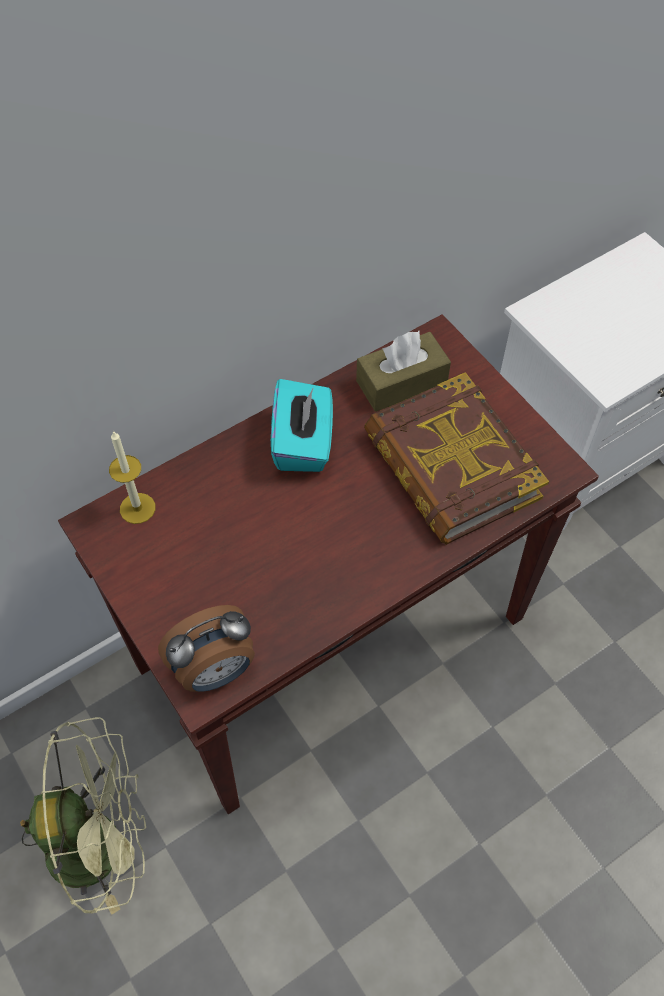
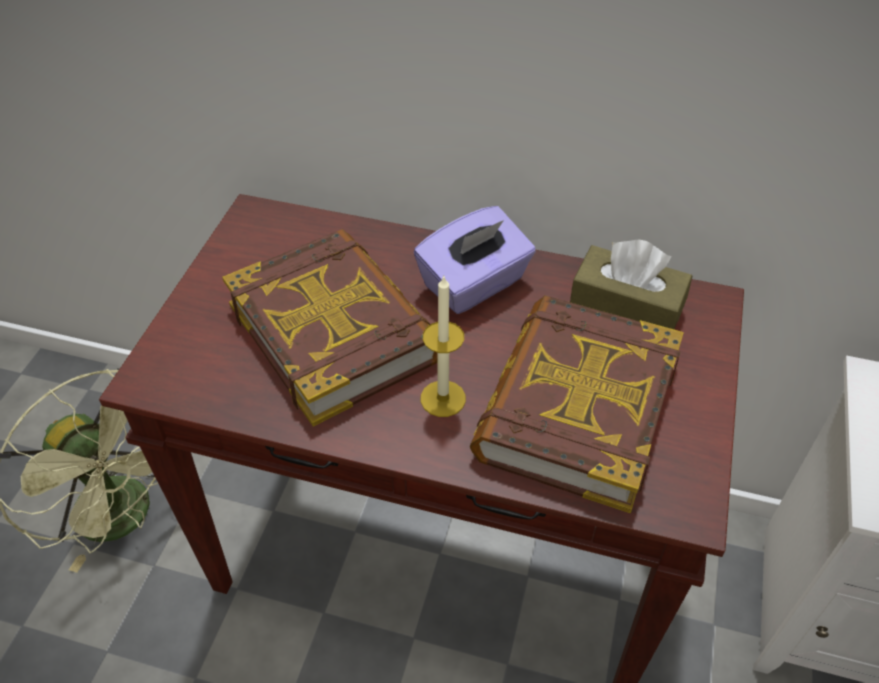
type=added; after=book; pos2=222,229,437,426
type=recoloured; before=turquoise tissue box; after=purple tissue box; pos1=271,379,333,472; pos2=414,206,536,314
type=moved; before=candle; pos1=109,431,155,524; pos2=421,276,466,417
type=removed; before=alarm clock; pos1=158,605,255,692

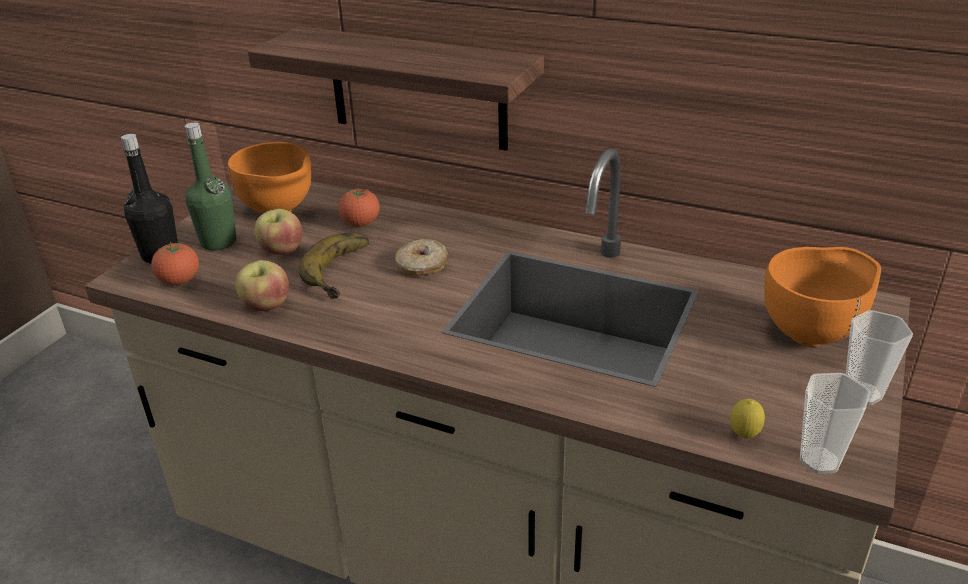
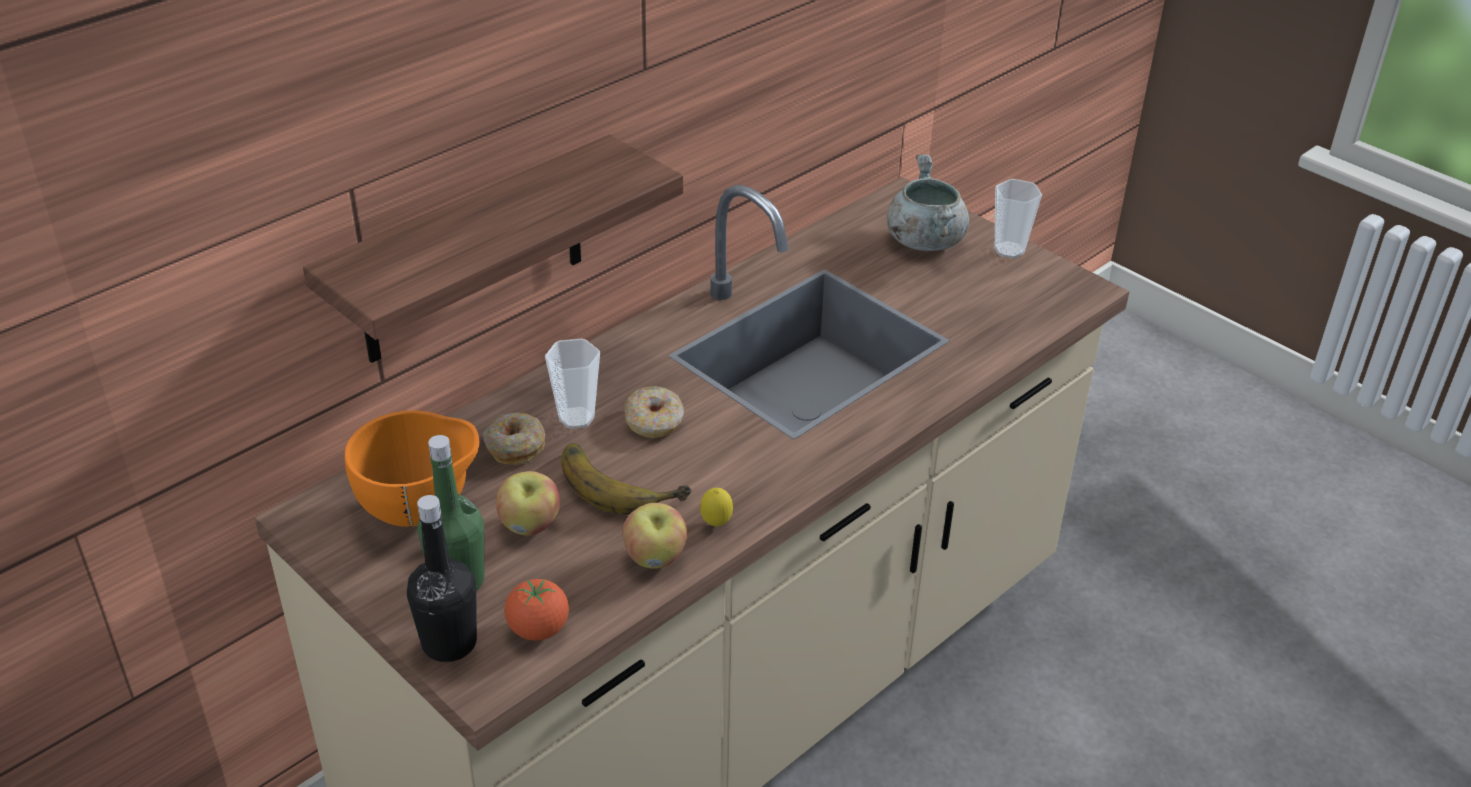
type=replaced; before=tomato; after=donut; pos1=338,188,380,227; pos2=483,413,546,465
type=moved; before=cup; pos1=800,373,870,474; pos2=545,338,600,429
type=moved; before=lemon; pos1=730,399,765,438; pos2=700,488,733,526
type=replaced; before=orange bowl; after=grey cooking pot; pos1=764,247,881,346; pos2=887,155,969,251

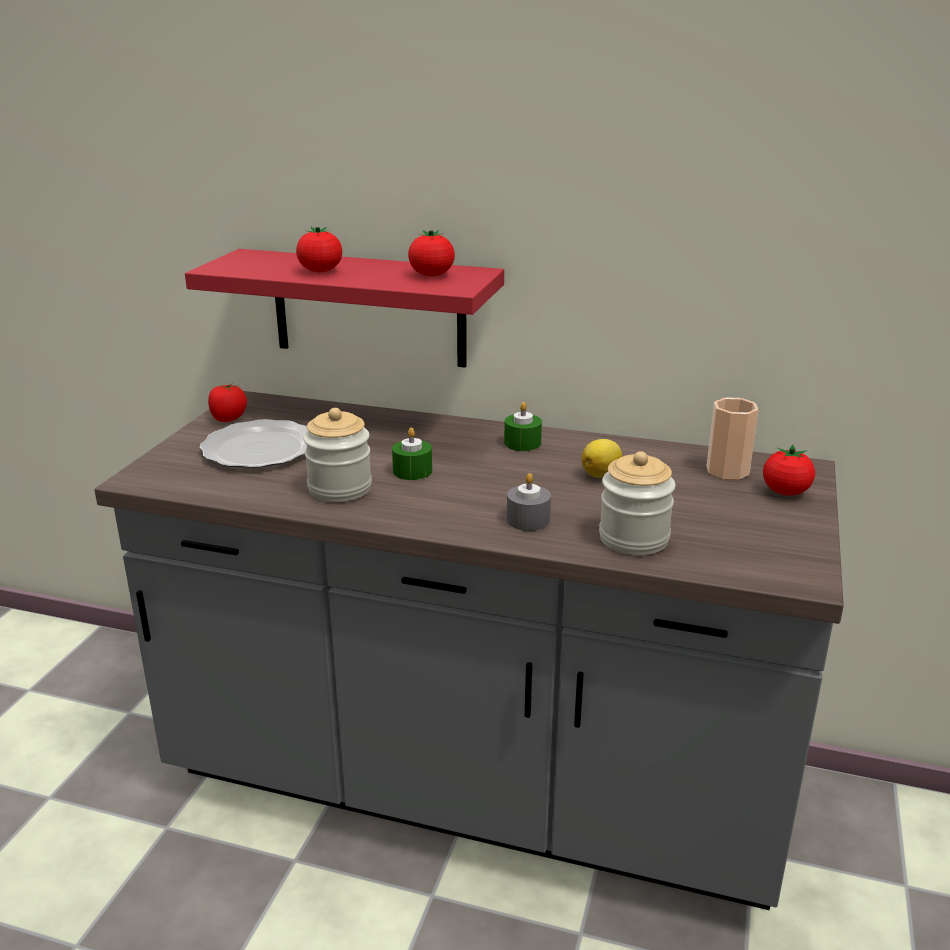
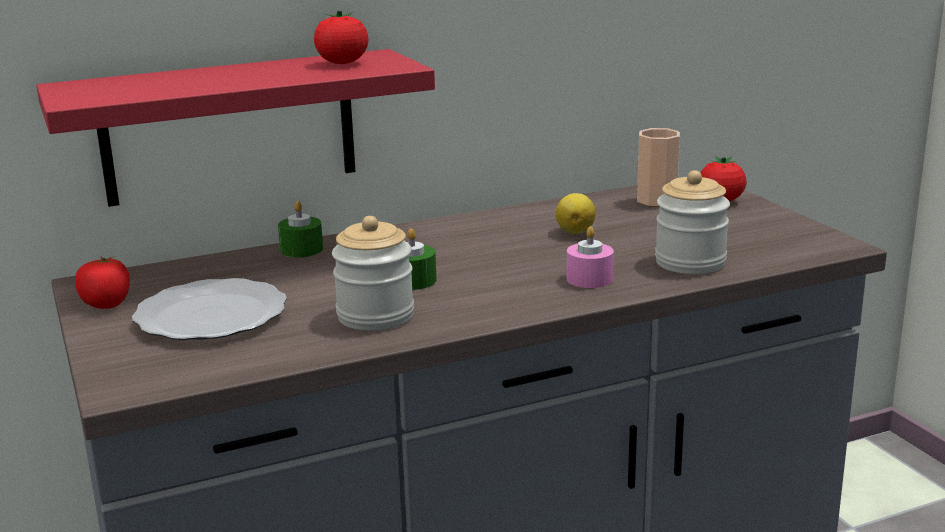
type=moved; before=green candle; pos1=504,402,542,451; pos2=278,201,323,257
type=recoloured; before=grey candle; after=pink candle; pos1=507,473,551,531; pos2=567,226,614,288
type=removed; before=tomato; pos1=296,227,342,272

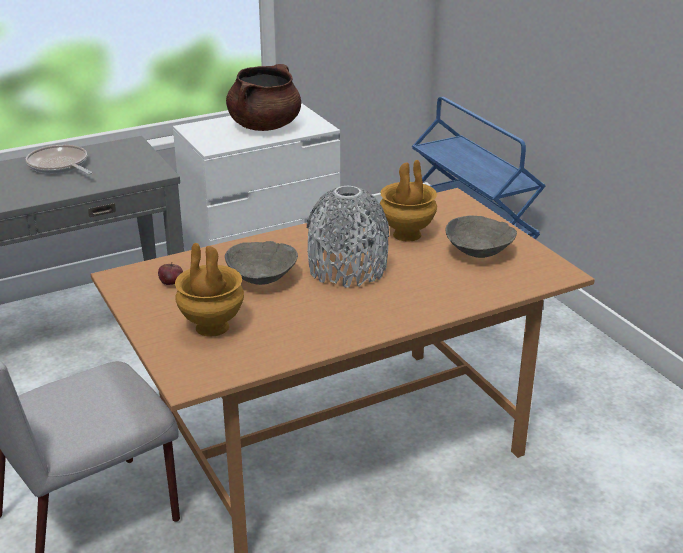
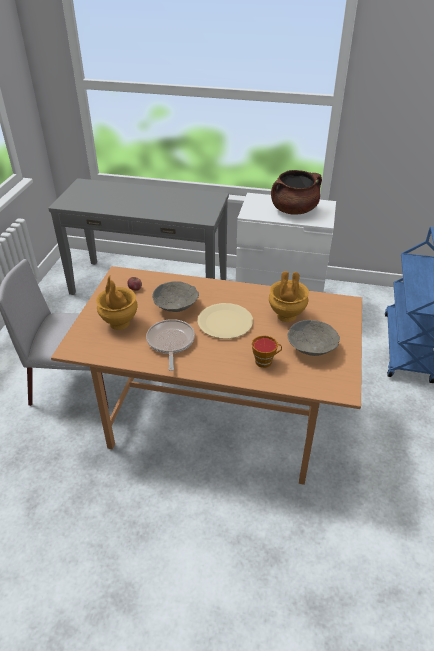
type=moved; before=frying pan; pos1=26,145,92,175; pos2=146,319,195,371
type=replaced; before=grey vase; after=beige plate; pos1=307,185,389,288; pos2=197,303,253,339
type=added; after=cup; pos2=252,335,282,368

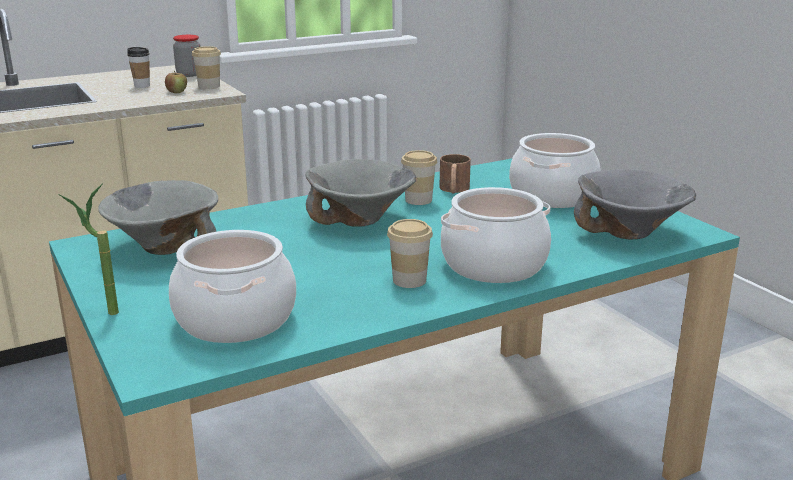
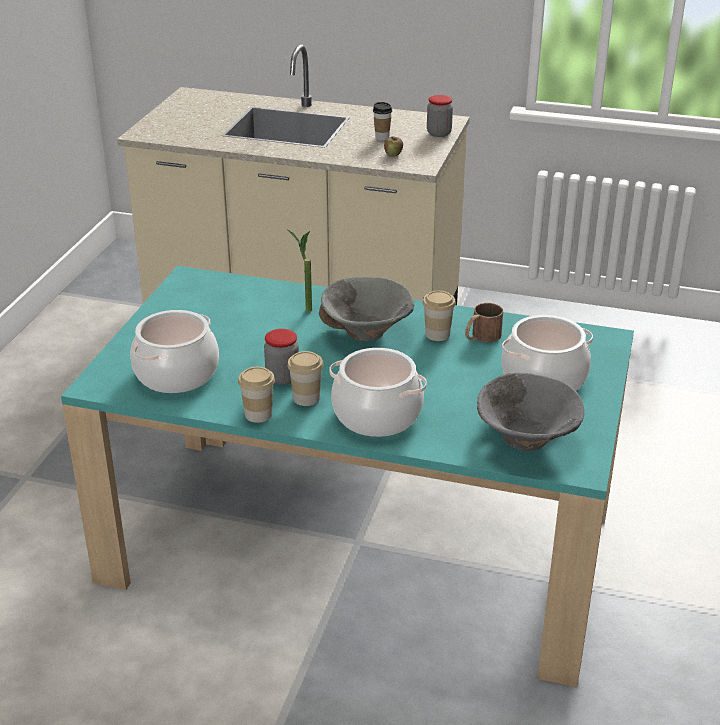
type=moved; before=cup; pos1=192,46,221,89; pos2=238,367,275,423
type=added; after=jar; pos2=264,329,299,385
type=moved; before=potted plant; pos1=59,183,119,315; pos2=288,230,312,312
type=removed; before=grey bowl; pos1=98,180,218,255

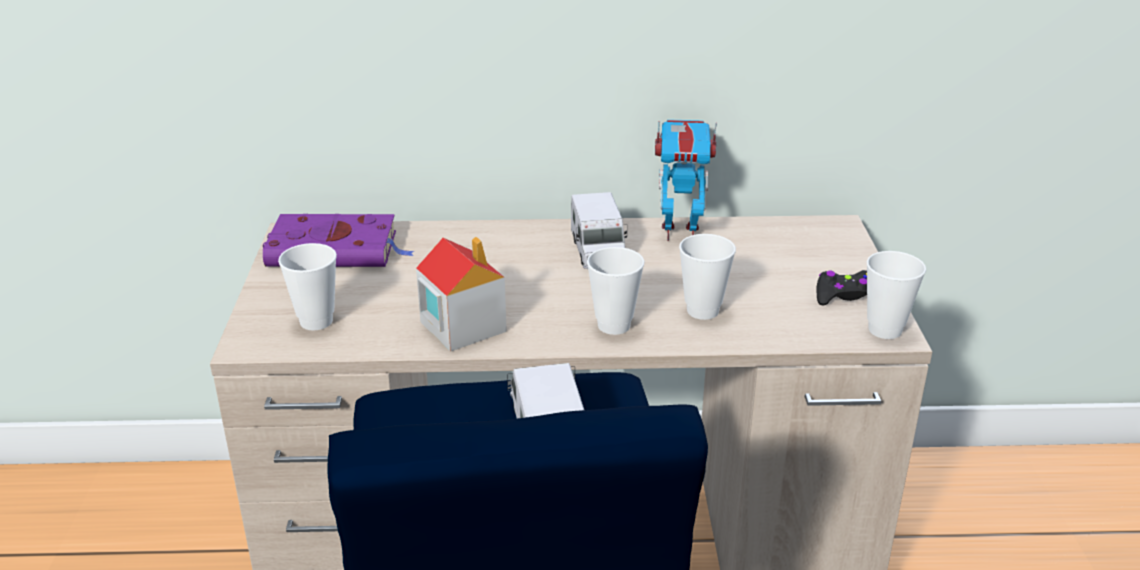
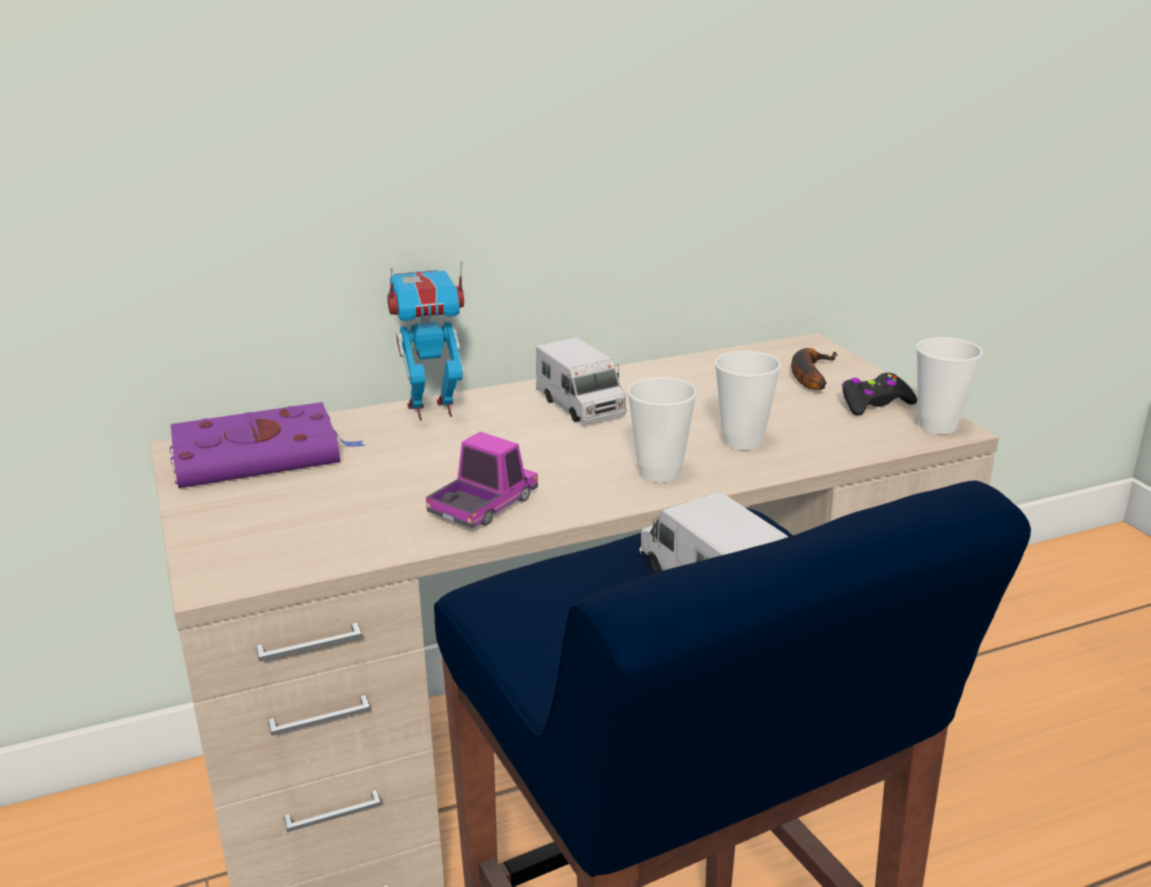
type=moved; before=toy robot; pos1=655,120,717,241; pos2=387,261,464,421
type=replaced; before=toy house; after=toy truck; pos1=416,237,507,352; pos2=426,432,538,529
type=added; after=banana; pos2=791,348,838,390
type=removed; before=cup; pos1=278,243,337,330

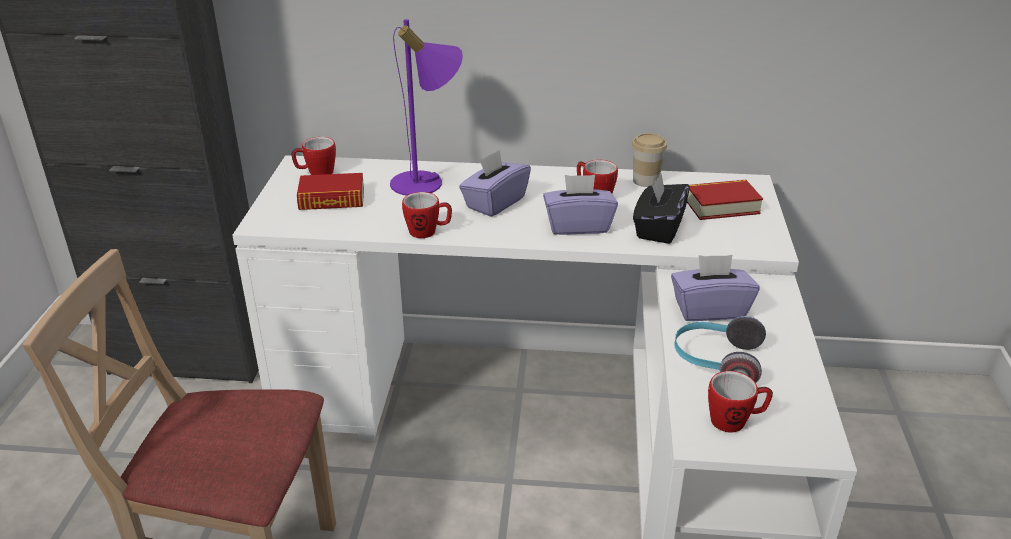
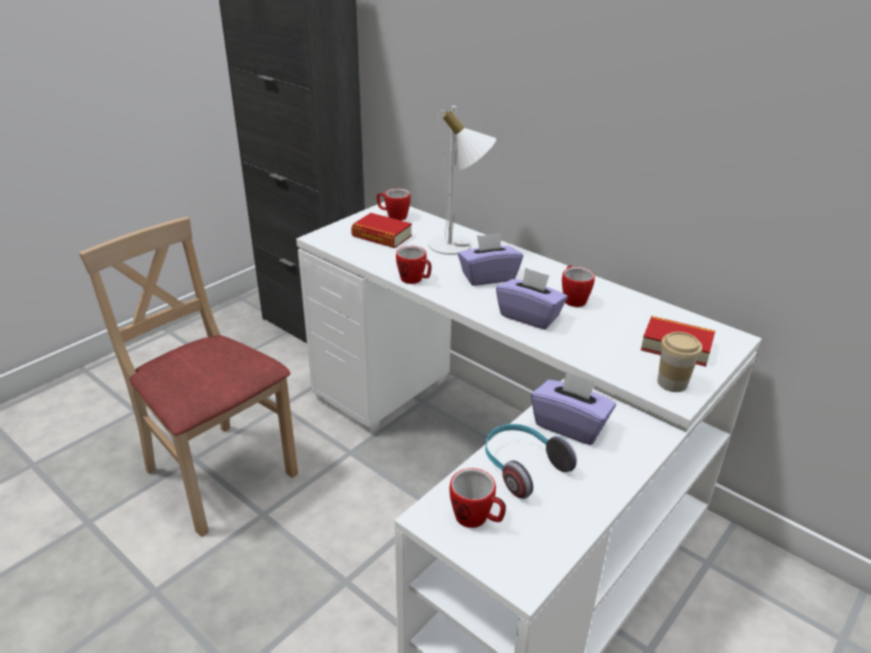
type=recoloured; before=purple table lamp; after=white table lamp; pos1=390,19,463,196; pos2=429,106,496,255
type=moved; before=cup; pos1=632,133,667,187; pos2=657,332,702,392
type=removed; before=black tissue box; pos1=633,174,690,244

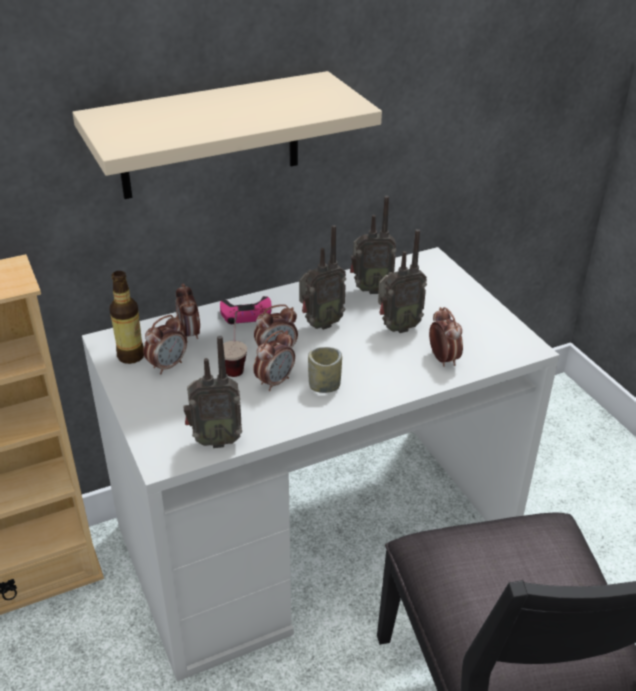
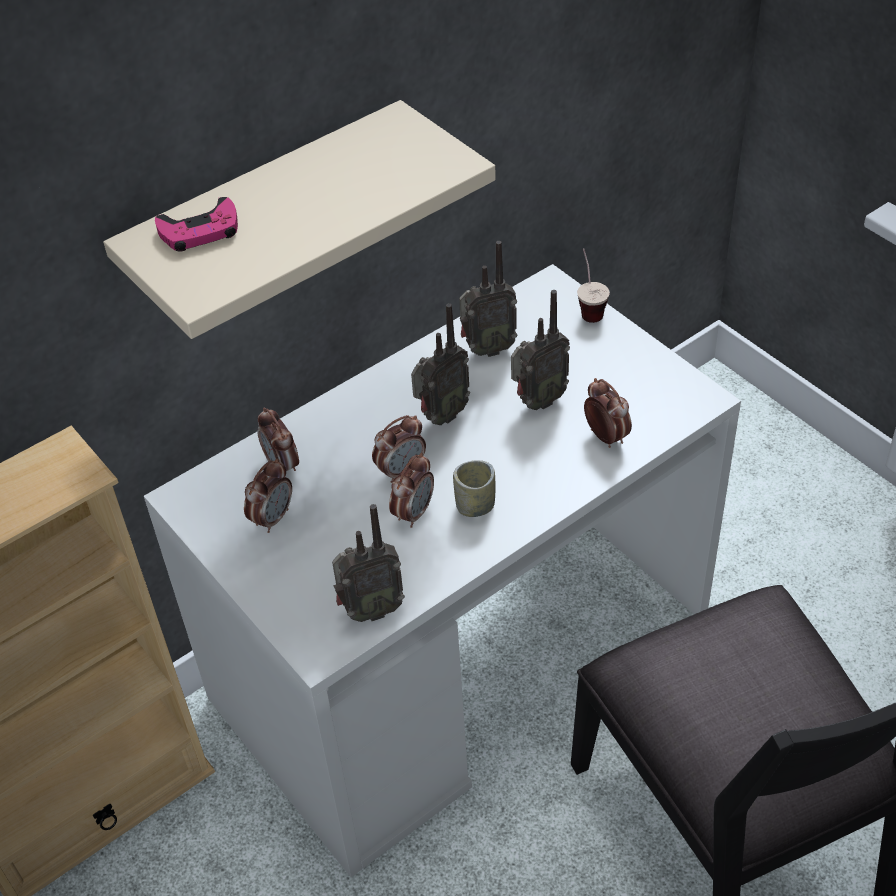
type=moved; before=pink game controller; pos1=220,296,272,324; pos2=155,197,238,252
type=moved; before=cup; pos1=223,311,247,377; pos2=577,248,610,323
type=removed; before=bottle; pos1=110,271,144,364

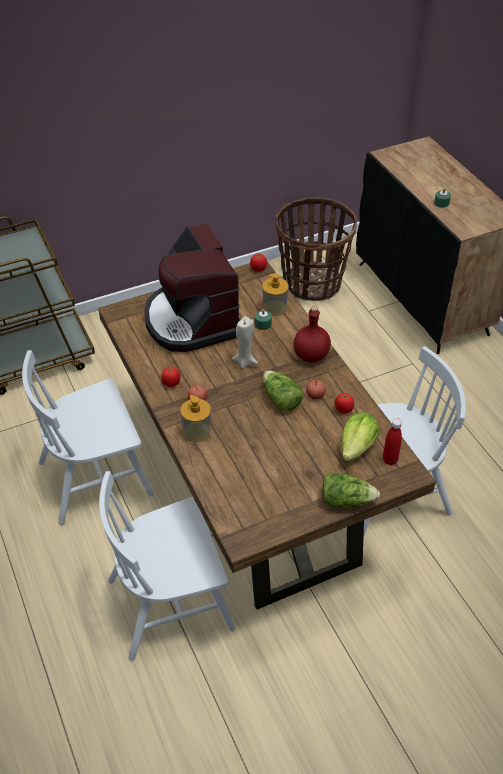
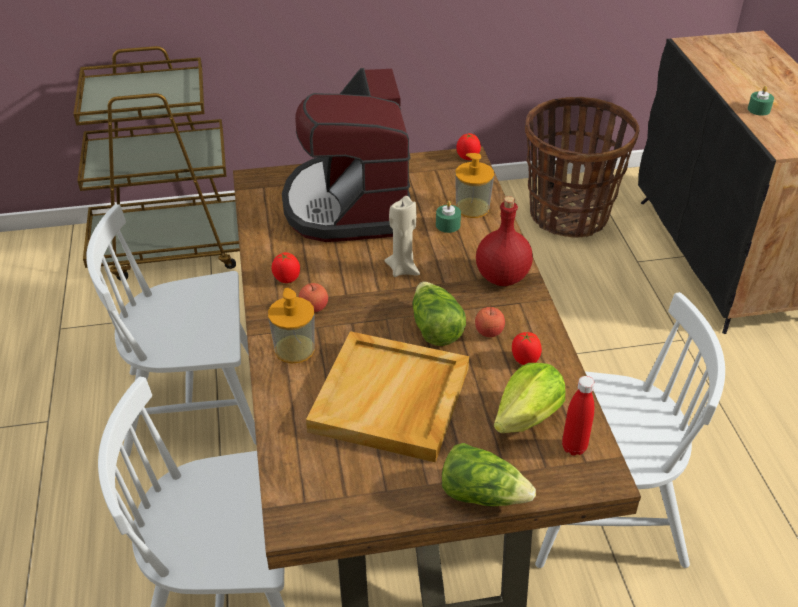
type=added; after=beige tray; pos2=306,331,469,463

